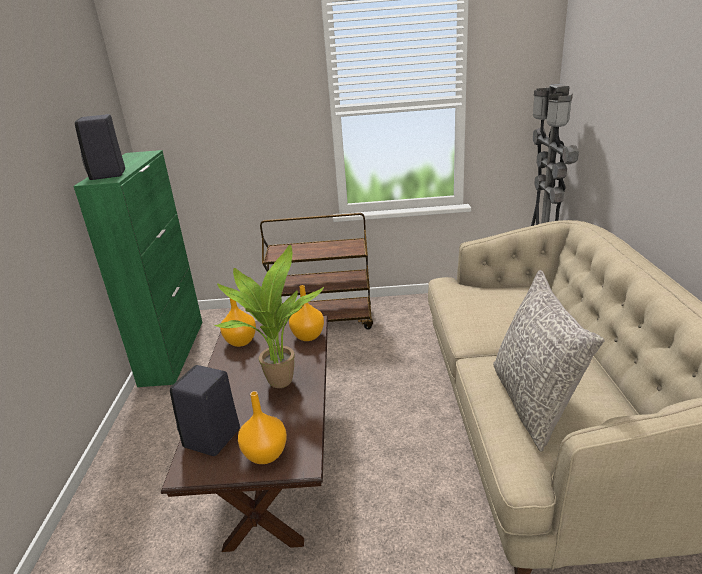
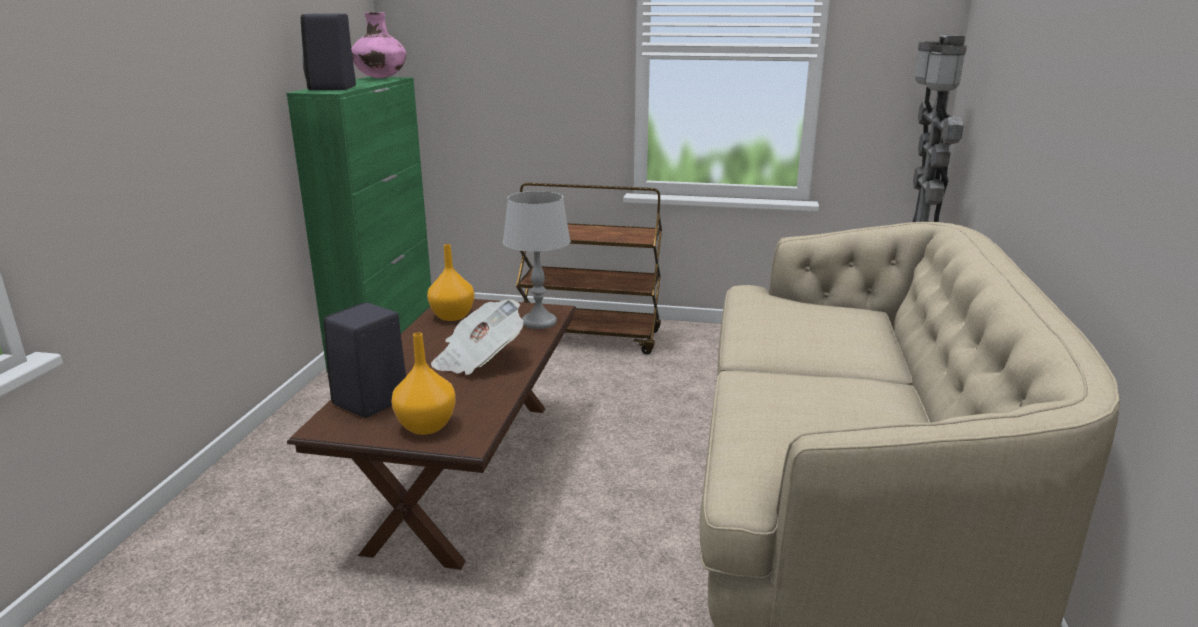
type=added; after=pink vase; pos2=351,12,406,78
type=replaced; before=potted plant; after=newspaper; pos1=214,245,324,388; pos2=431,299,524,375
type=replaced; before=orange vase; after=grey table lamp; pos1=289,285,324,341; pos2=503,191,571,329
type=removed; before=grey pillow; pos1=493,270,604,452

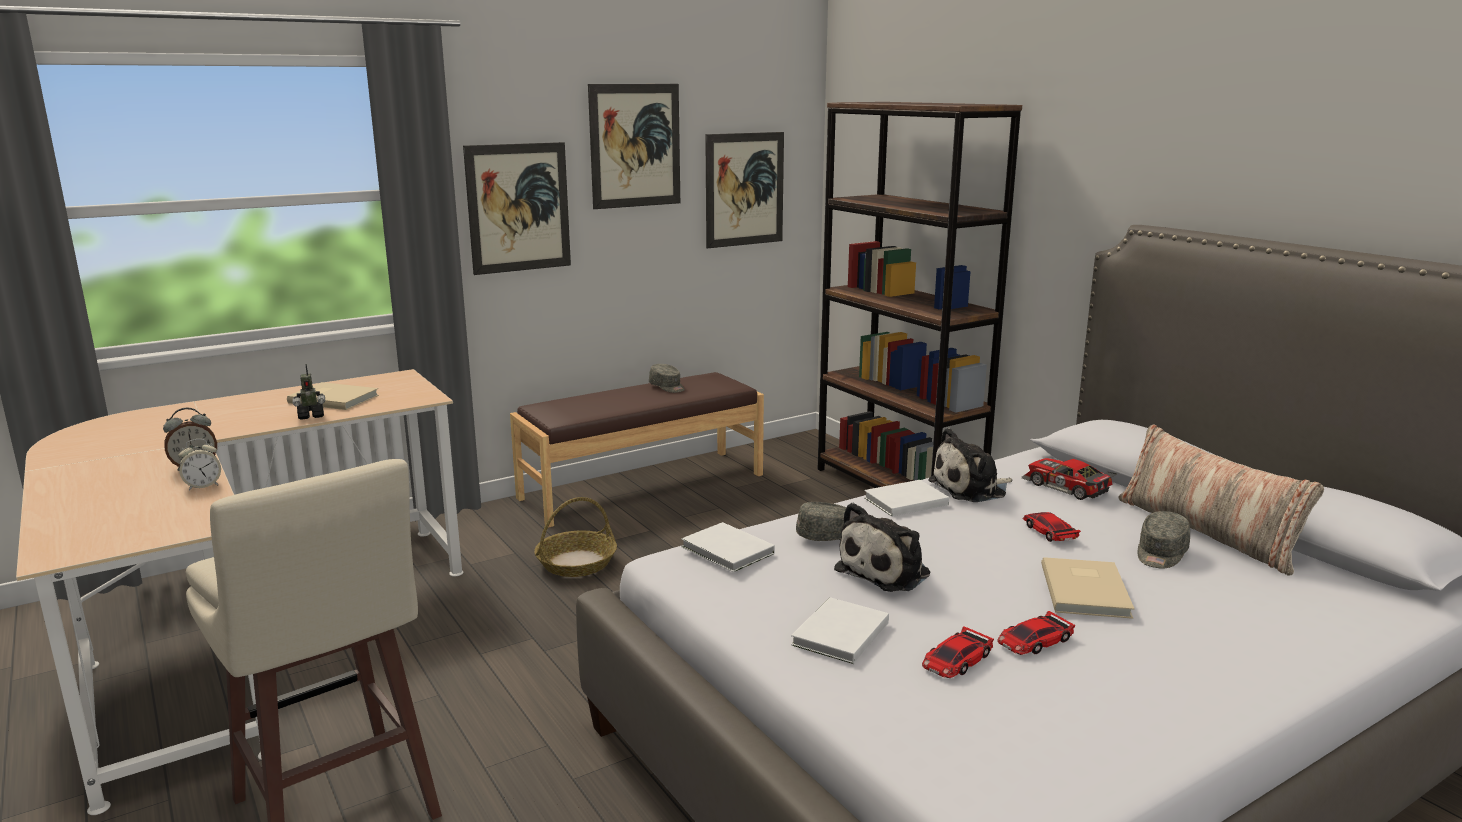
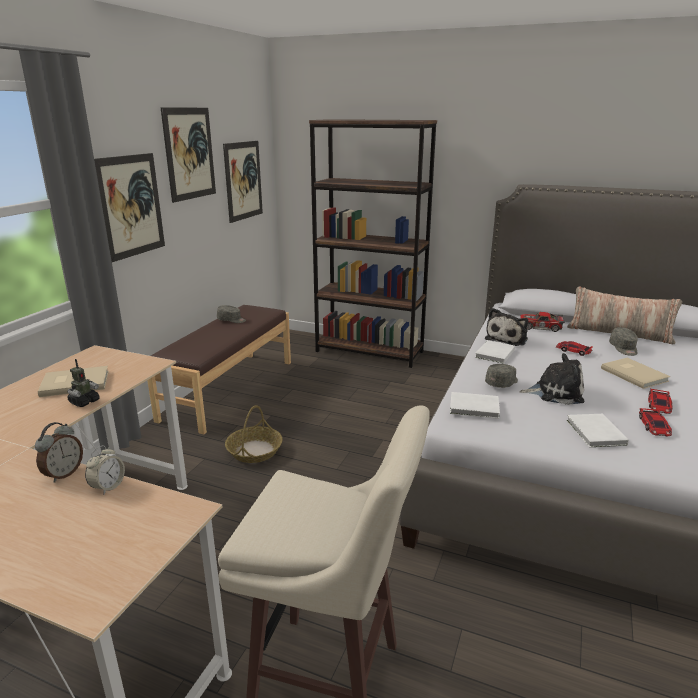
type=turned; before=plush toy; pos1=834,503,930,592; pos2=519,353,584,405; turn=-90

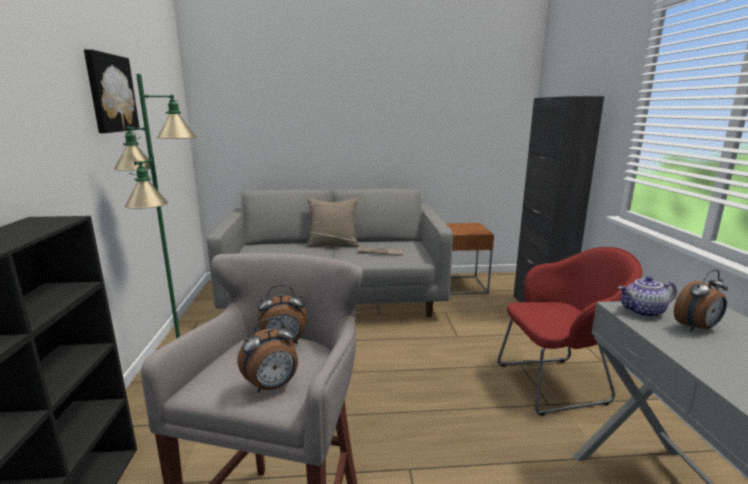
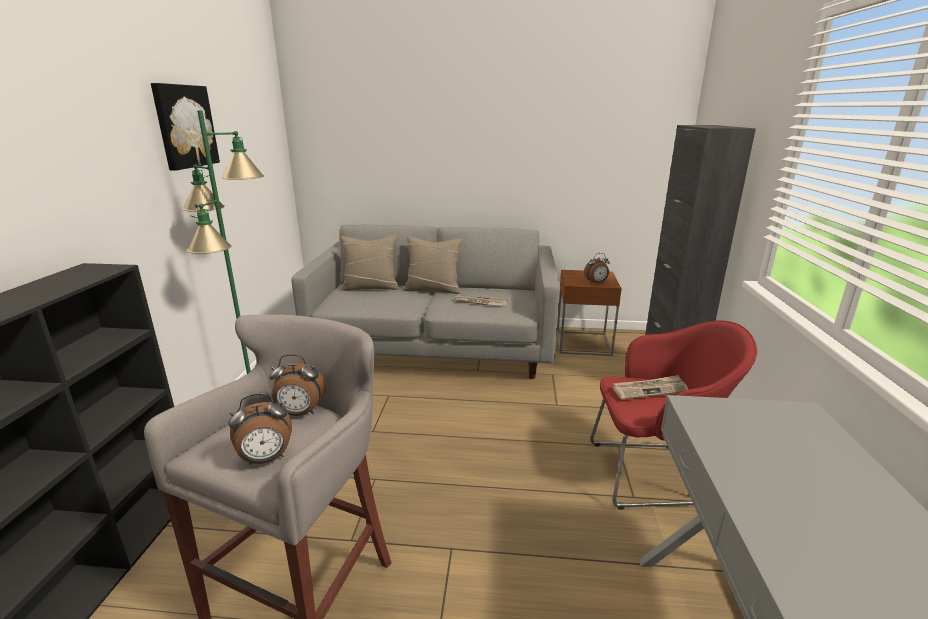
type=added; after=beige pillow; pos2=341,235,399,291
type=moved; before=alarm clock; pos1=674,270,728,331; pos2=584,253,610,284
type=added; after=newspaper; pos2=612,375,688,400
type=removed; before=teapot; pos1=618,276,677,318

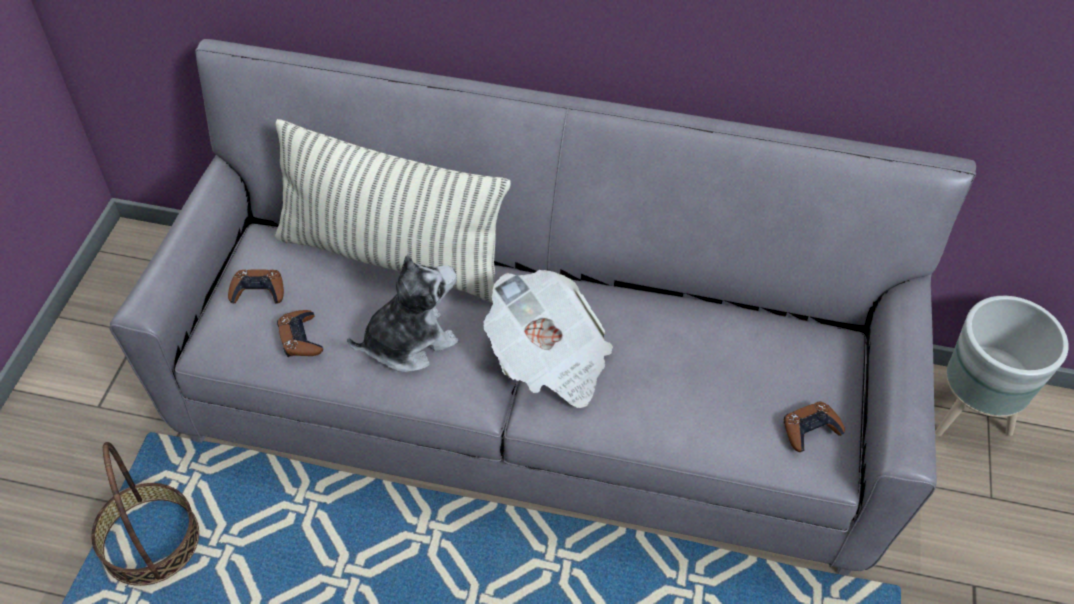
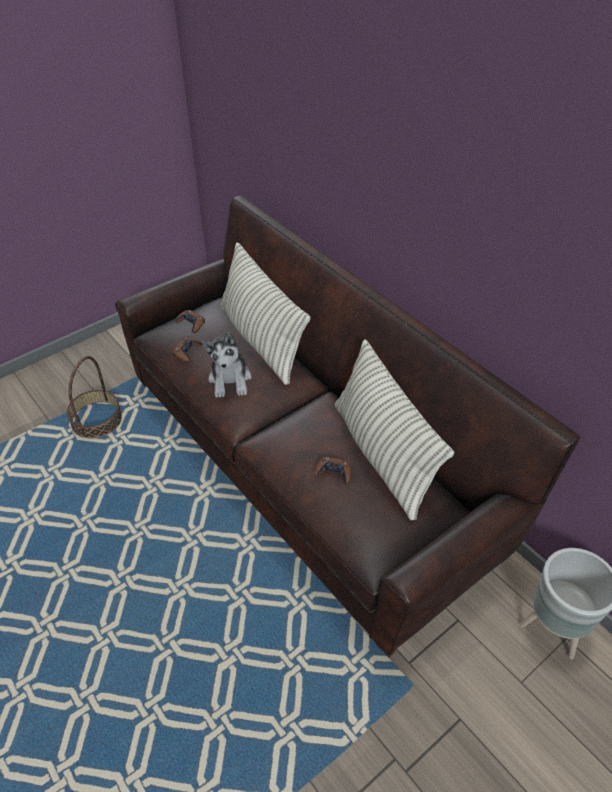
type=recoloured; before=grey sofa; after=brown sofa; pos1=109,39,976,576; pos2=115,196,581,657
type=turned; before=plush toy; pos1=347,254,458,372; pos2=202,332,252,398; turn=75
type=moved; before=brown game controller; pos1=784,401,845,452; pos2=314,457,351,484
type=added; after=pillow; pos2=335,340,454,520
type=removed; before=newspaper; pos1=483,270,613,408

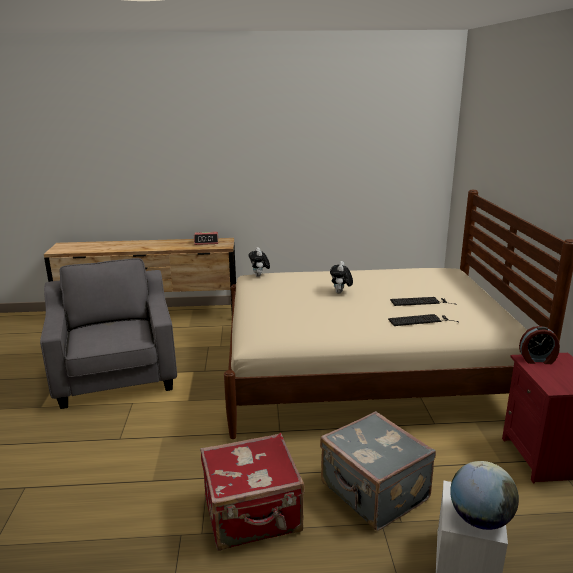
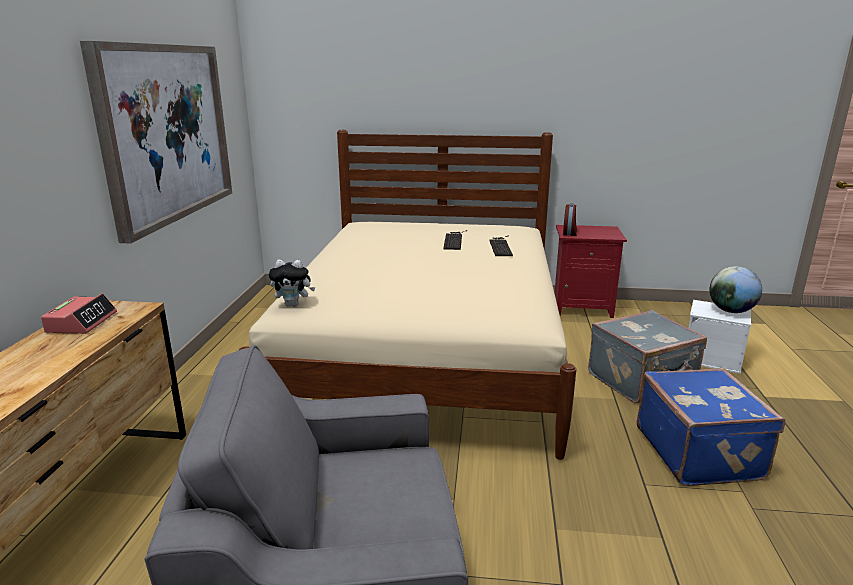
type=added; after=picture; pos2=80,41,232,244
type=recoloured; before=red suitcase; after=blue suitcase; pos1=200,433,304,551; pos2=637,368,785,486
type=removed; before=plush toy; pos1=330,261,353,293

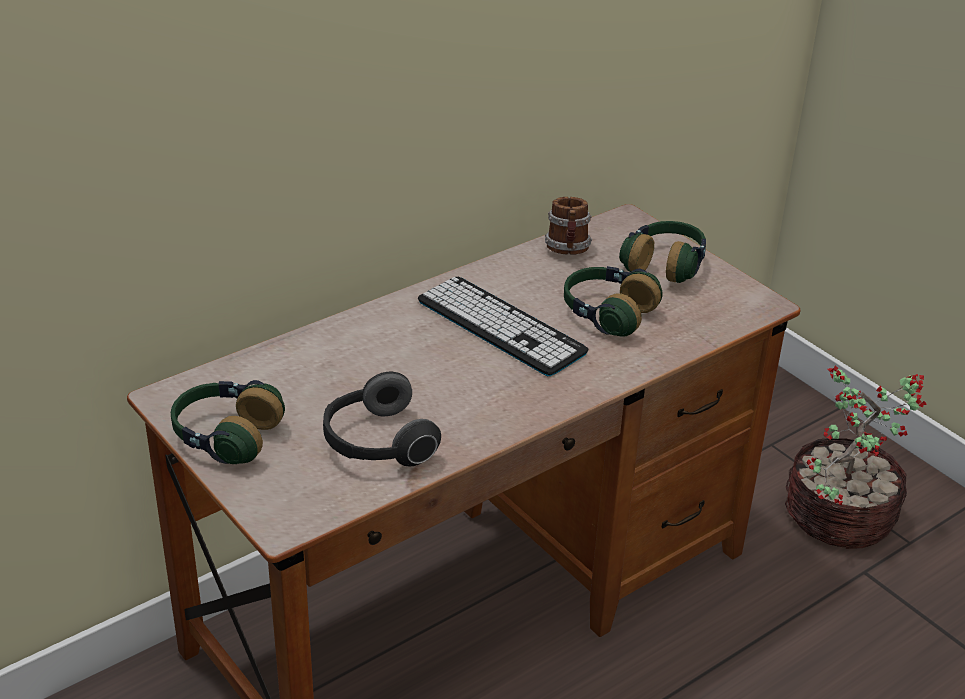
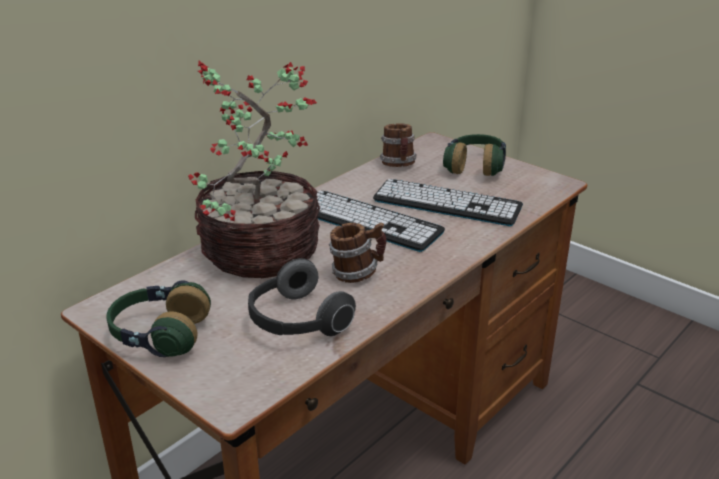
type=moved; before=potted plant; pos1=785,365,926,549; pos2=188,61,320,279
type=added; after=mug; pos2=329,223,386,283
type=replaced; before=headphones; after=keyboard; pos1=564,266,663,337; pos2=373,179,523,226

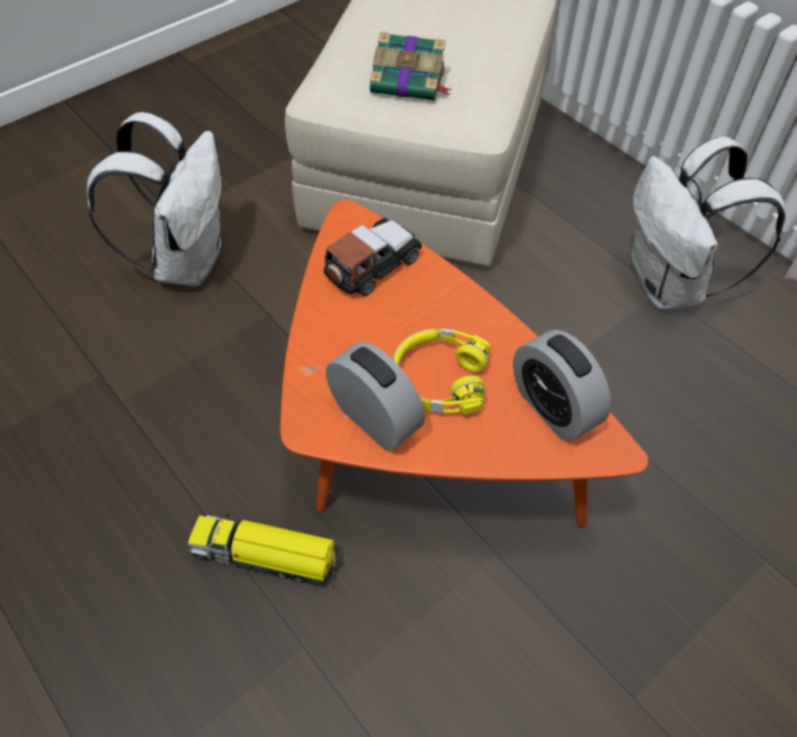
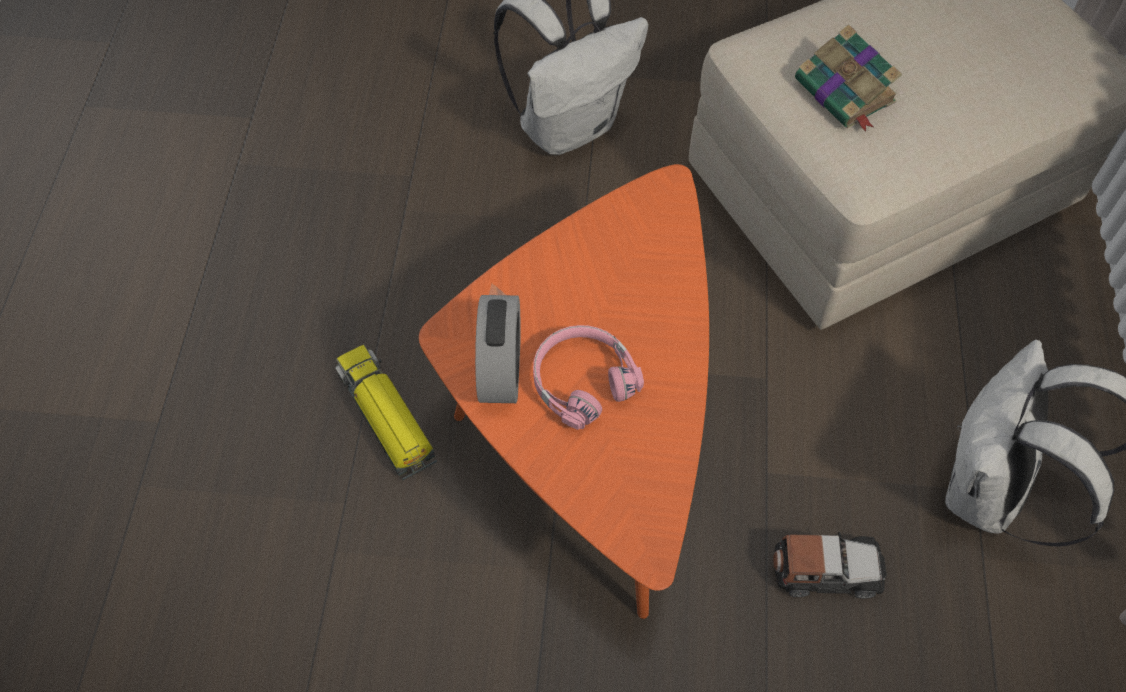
type=recoloured; before=yellow headphones; after=pink headphones; pos1=393,329,490,414; pos2=533,325,644,430
type=moved; before=toy car; pos1=324,218,422,296; pos2=773,532,887,599
type=removed; before=alarm clock; pos1=513,330,611,440

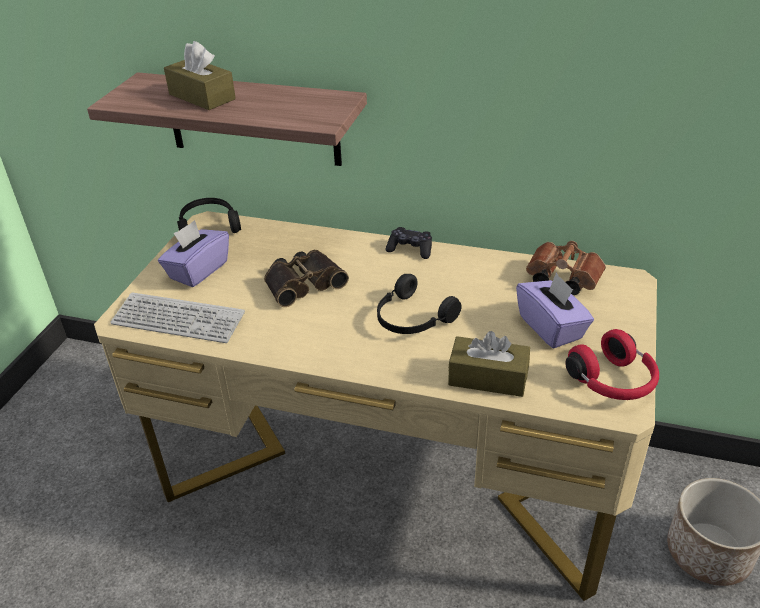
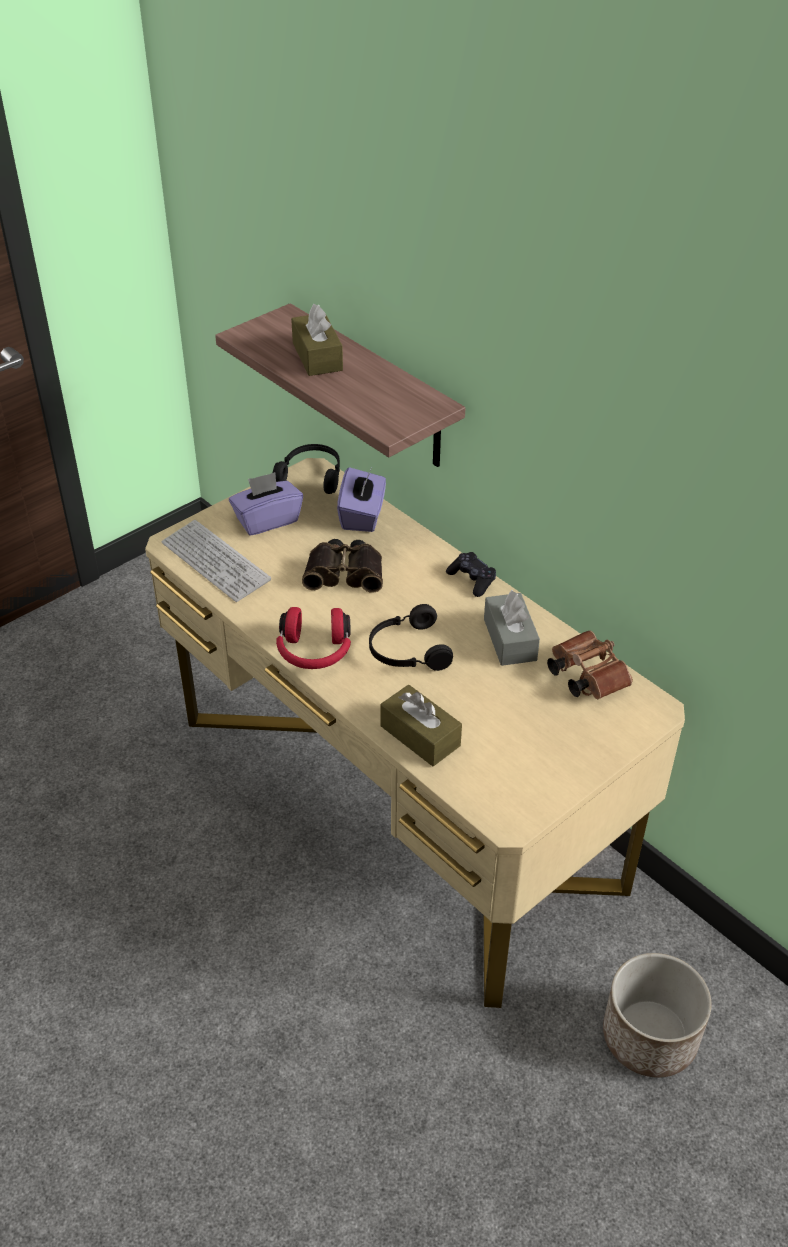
type=moved; before=red headphones; pos1=566,329,659,400; pos2=276,607,351,669
type=moved; before=purple tissue box; pos1=516,273,594,348; pos2=337,467,386,532
type=added; after=grey tissue box; pos2=484,590,540,666

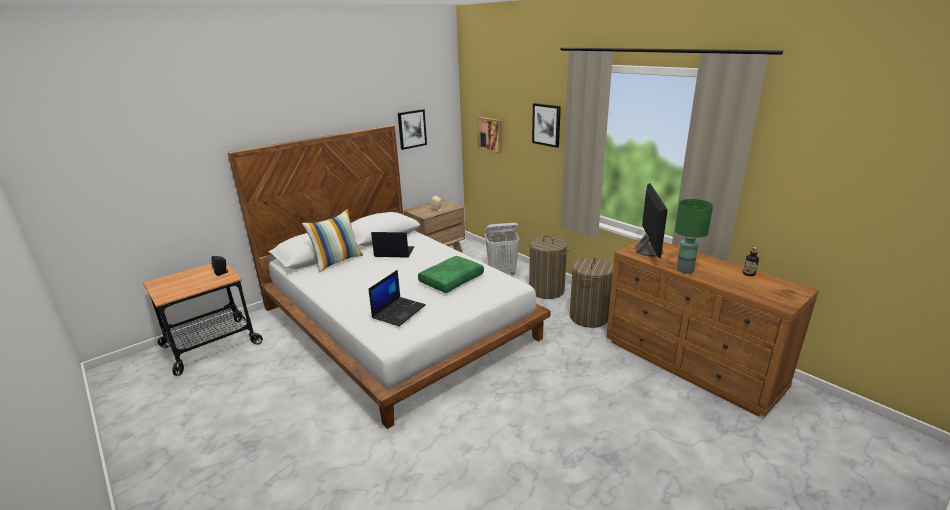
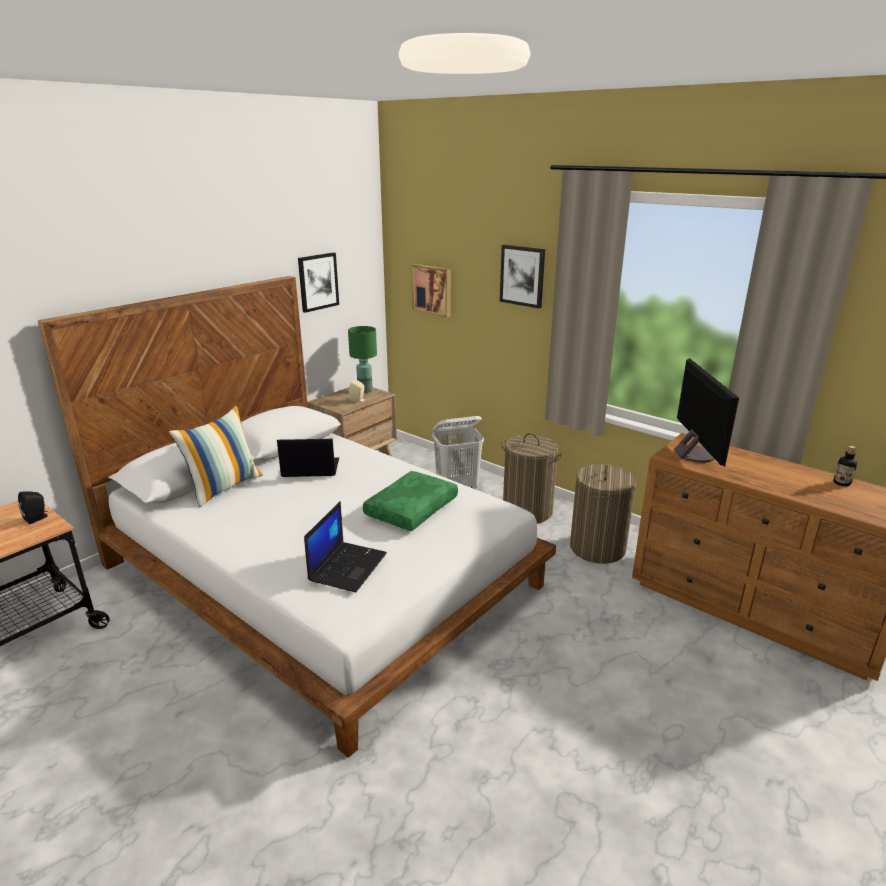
type=moved; before=green table lamp; pos1=675,199,713,273; pos2=348,326,377,393

